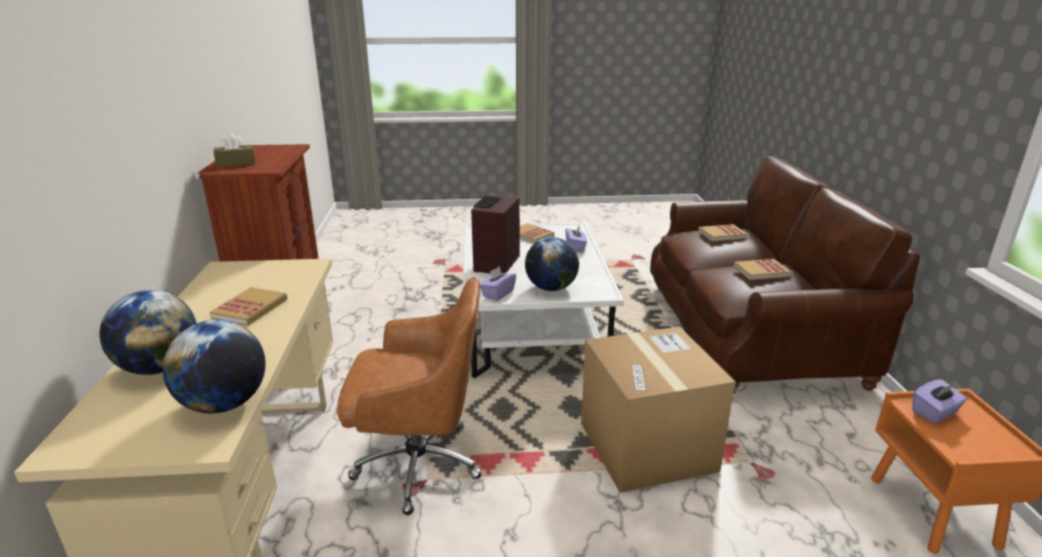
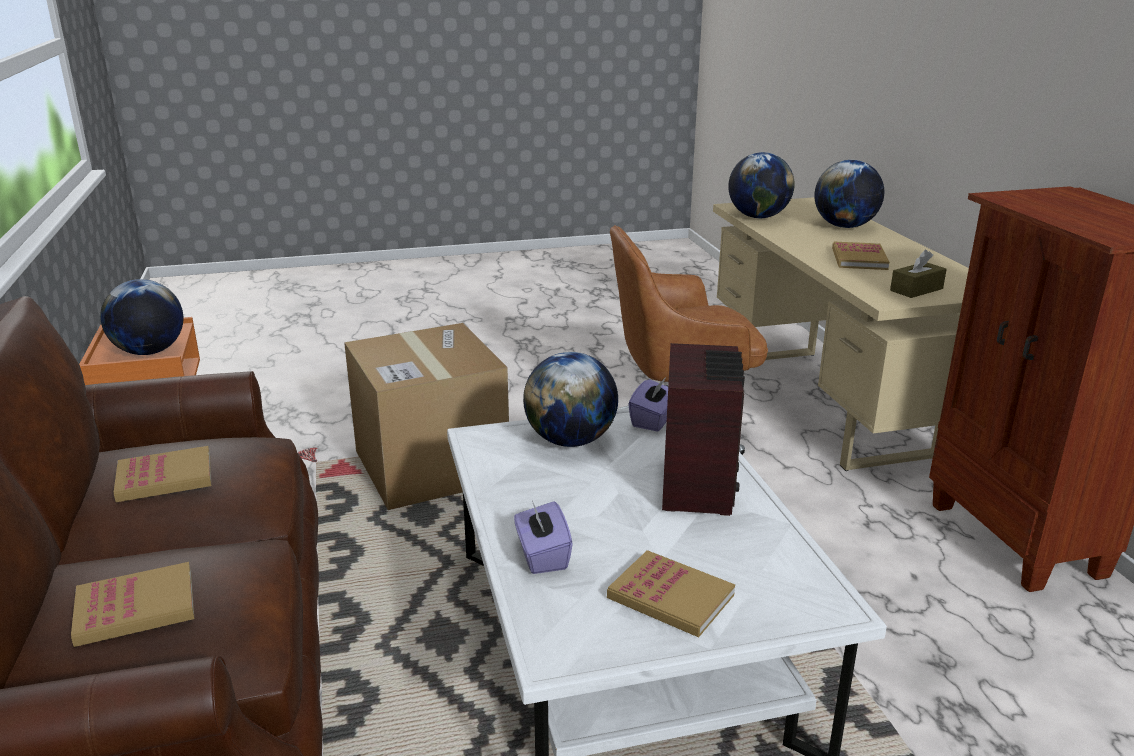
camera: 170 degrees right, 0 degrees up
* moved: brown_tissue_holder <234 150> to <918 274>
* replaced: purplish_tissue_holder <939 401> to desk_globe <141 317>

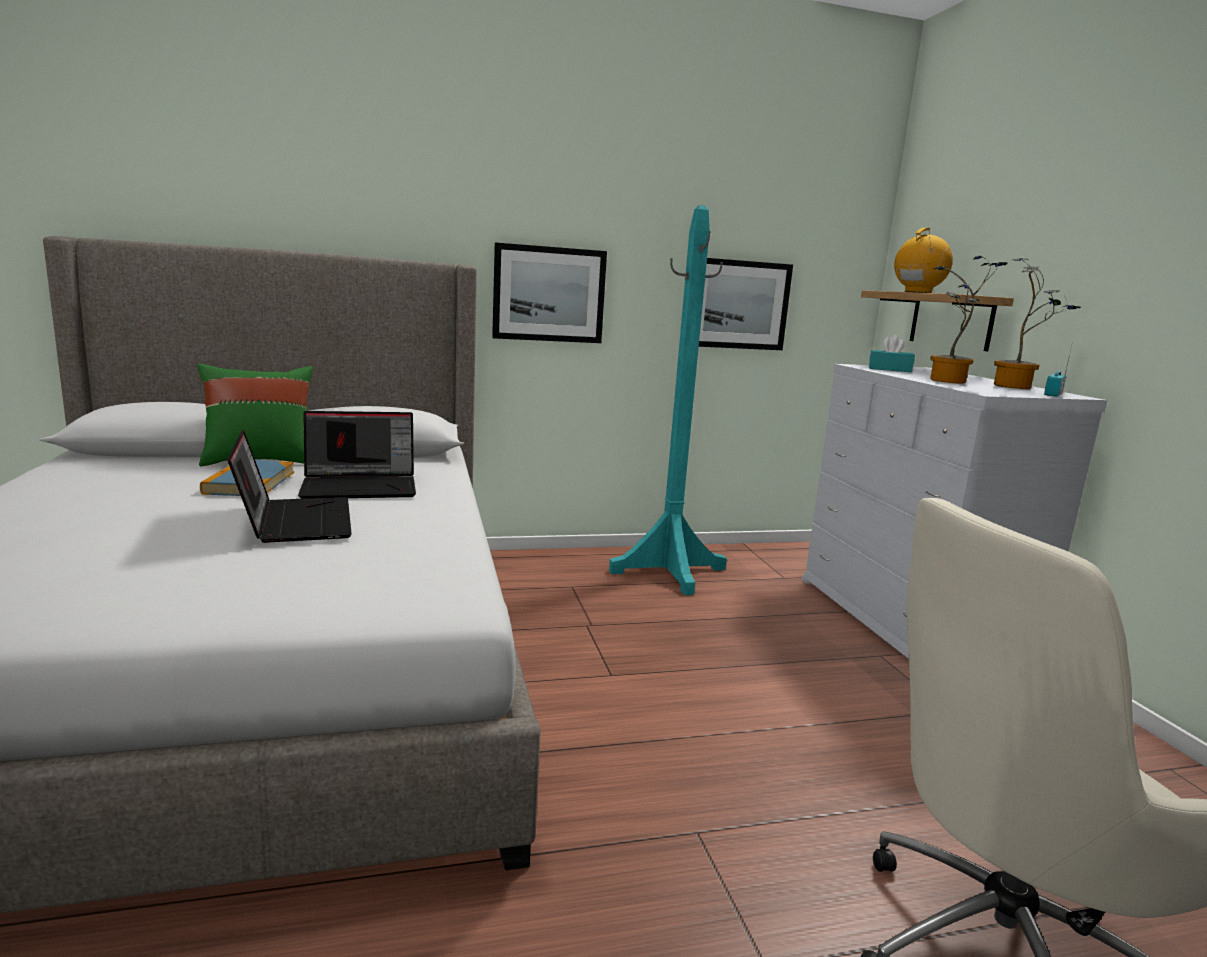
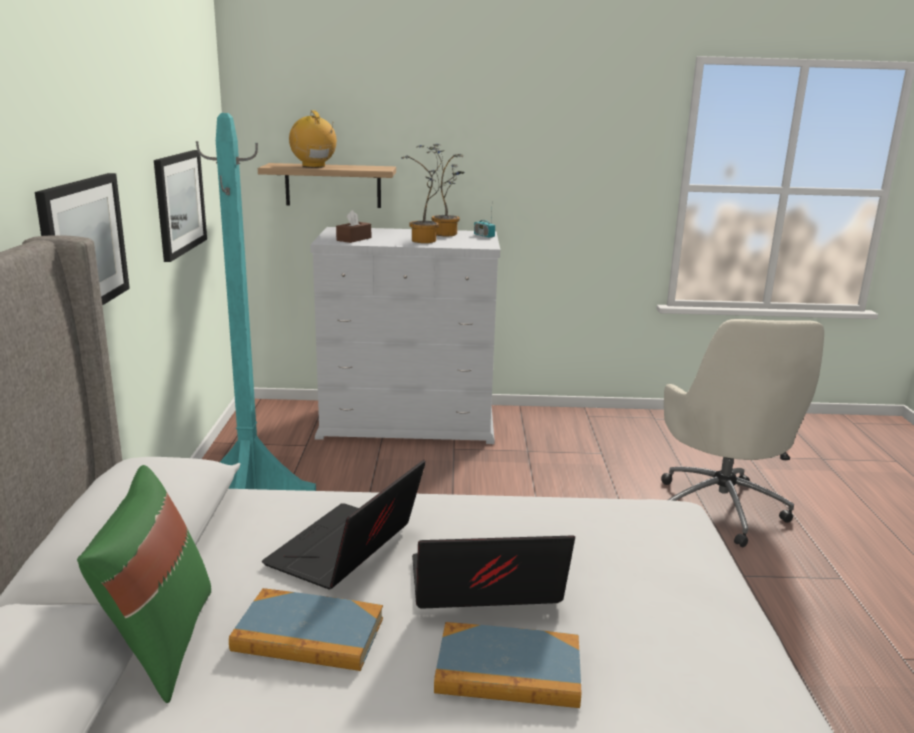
camera: 75 degrees left, 5 degrees up
* added: bound_book <507 665>
* recoloured: turquoise-coloured_tissue_holder <892 354> to brown_tissue_holder <353 226>
* turned: notebook_computer <357 455> = <344 524> 150 degrees counterclockwise

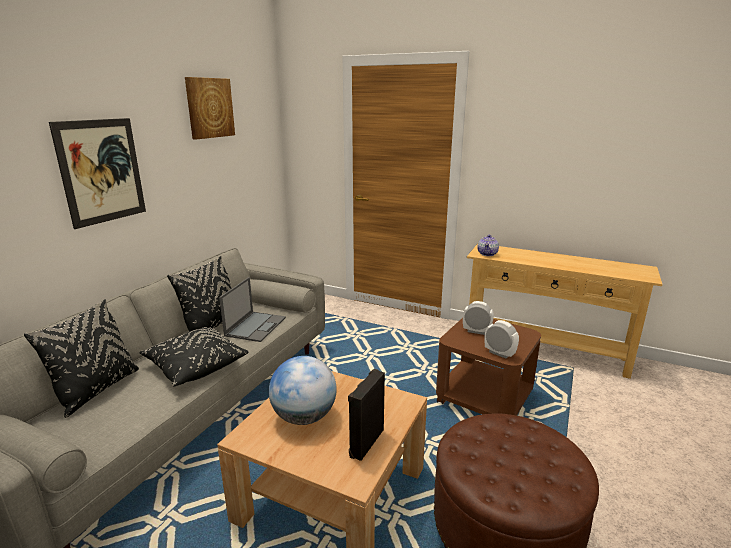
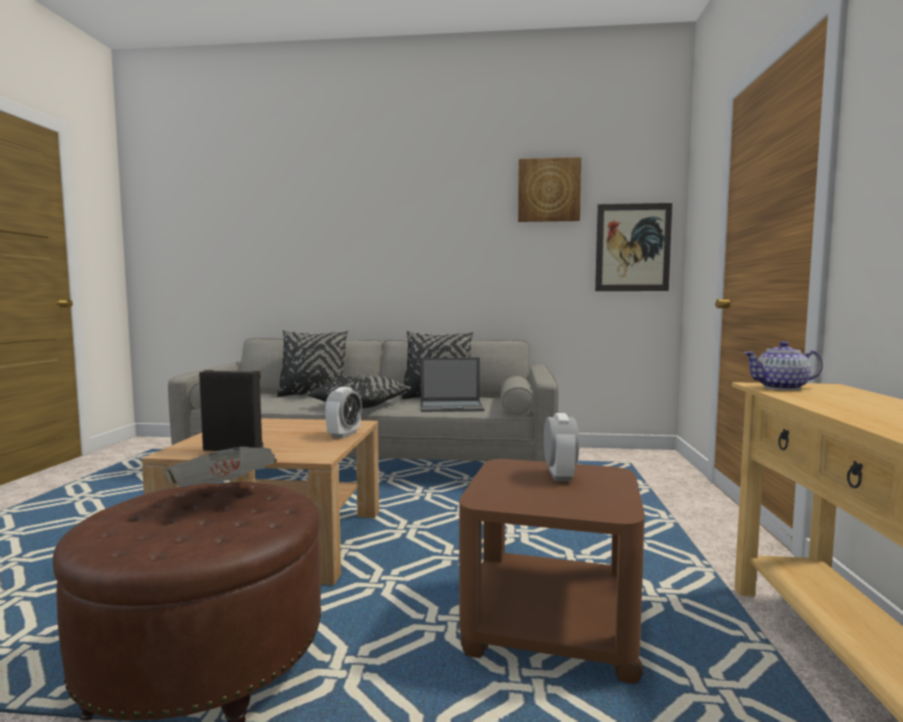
camera: 70 degrees right, 15 degrees down
* removed: desk_globe <303 390>
* added: newspaper <220 466>
* moved: picture <97 173> to <633 247>
* moved: alarm_clock <502 339> to <343 412>

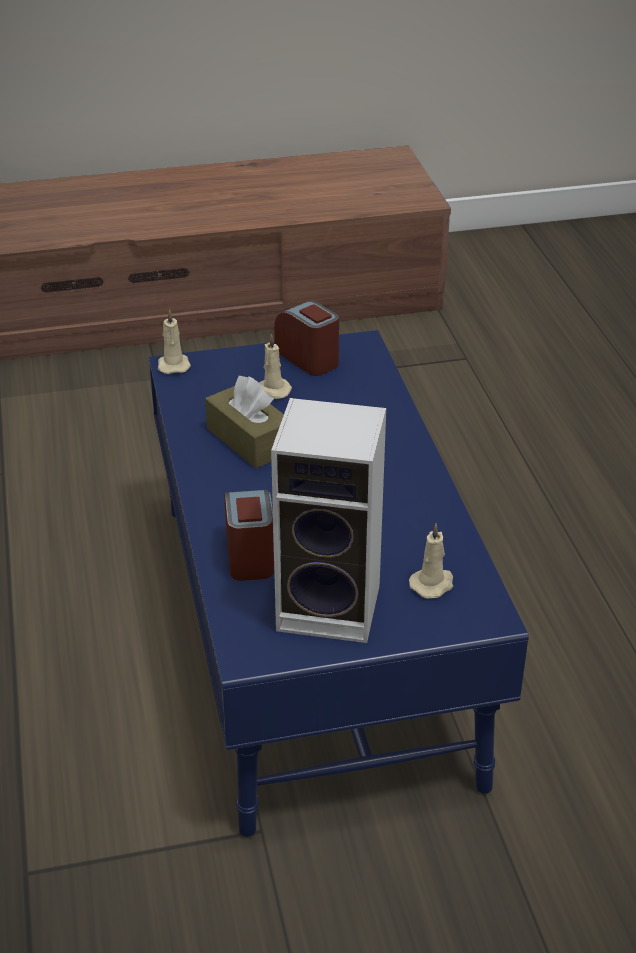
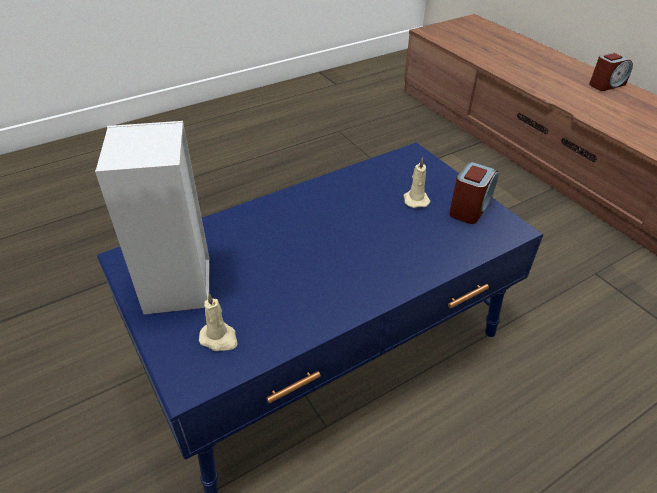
camera: 70 degrees right, 5 degrees up
* removed: beige-coloured_wax_candle <174 341>
* removed: brown_tissue_holder <244 422>
* moved: alarm_clock <249 535> to <611 72>

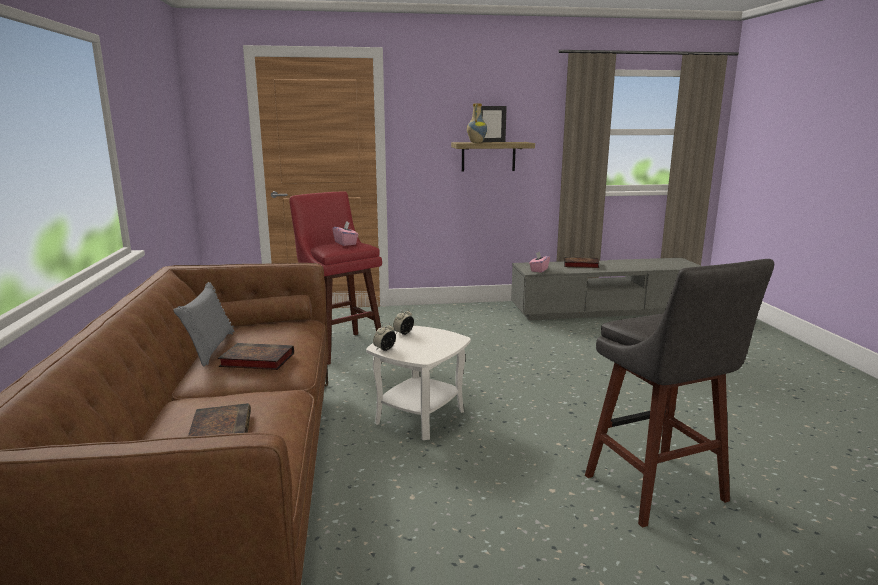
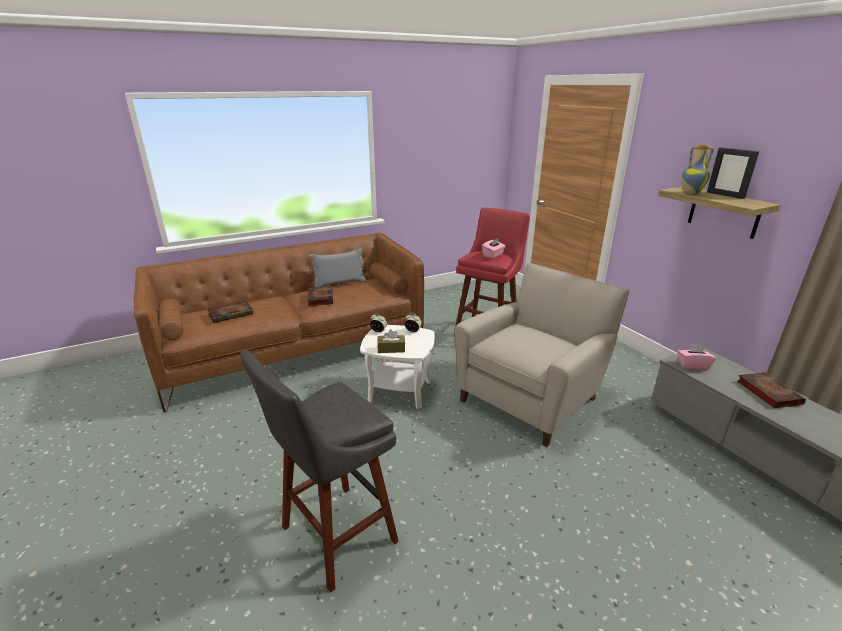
camera: 70 degrees right, 10 degrees up
* added: brown_tissue_holder <391 341>
* added: beige-coloured_lounge_chair <542 355>

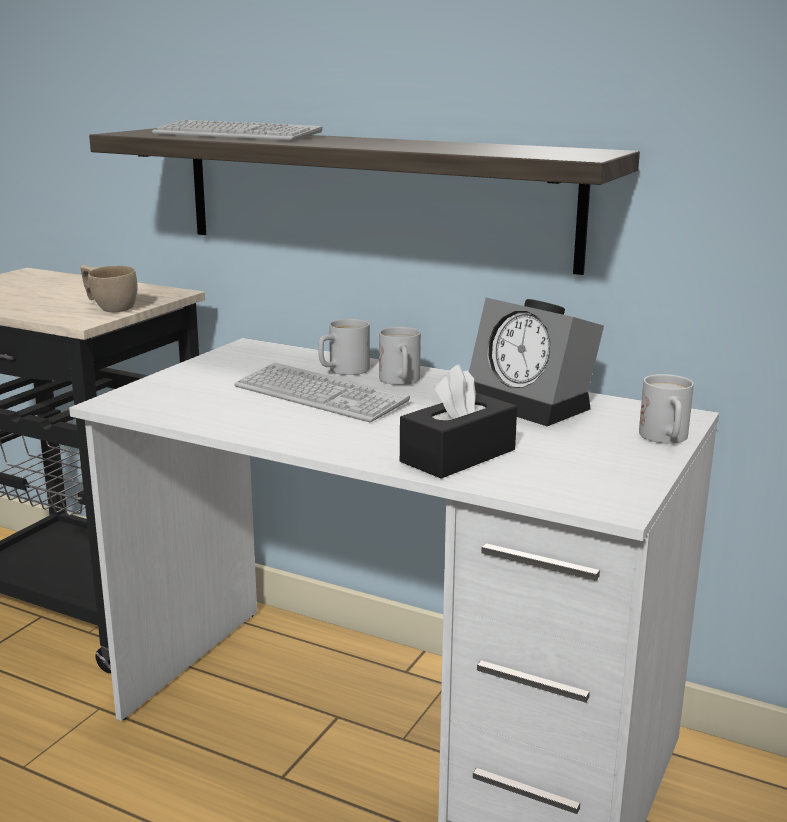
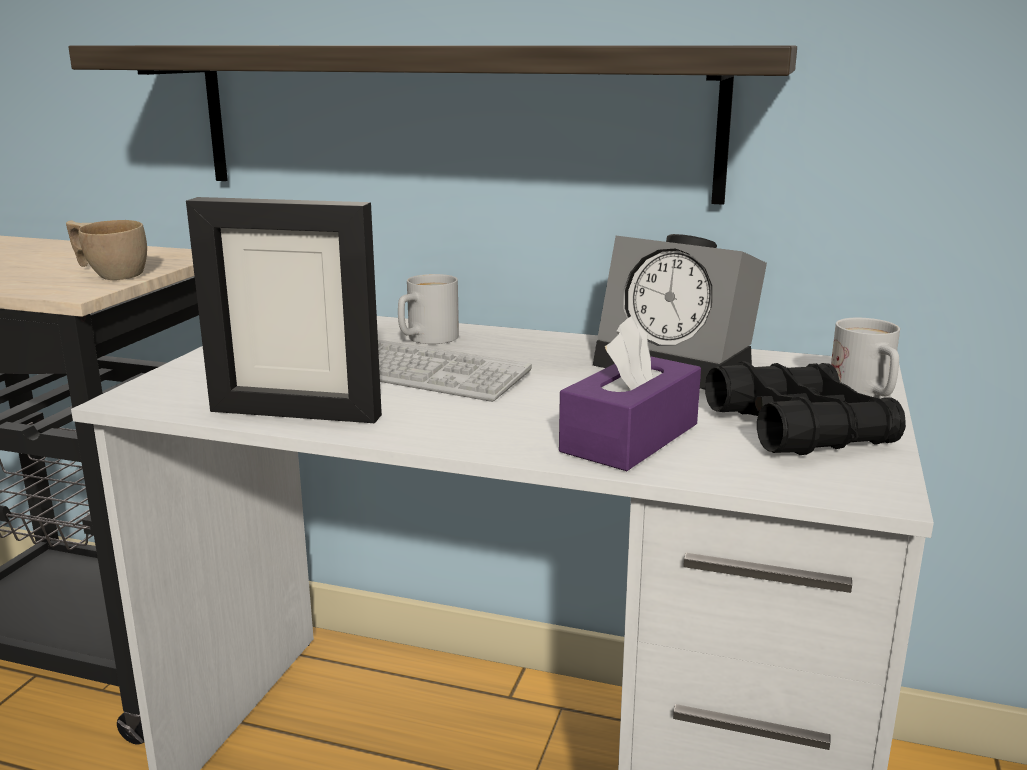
camera: 10 degrees left, 0 degrees up
* removed: PC_keyboard <237 130>
* removed: white_mug <400 356>
* added: standing_frame <284 310>
* added: blackish_binoculars <805 408>
* recoloured: blackish_tissue_holder <458 421> to purplish_tissue_holder <630 393>

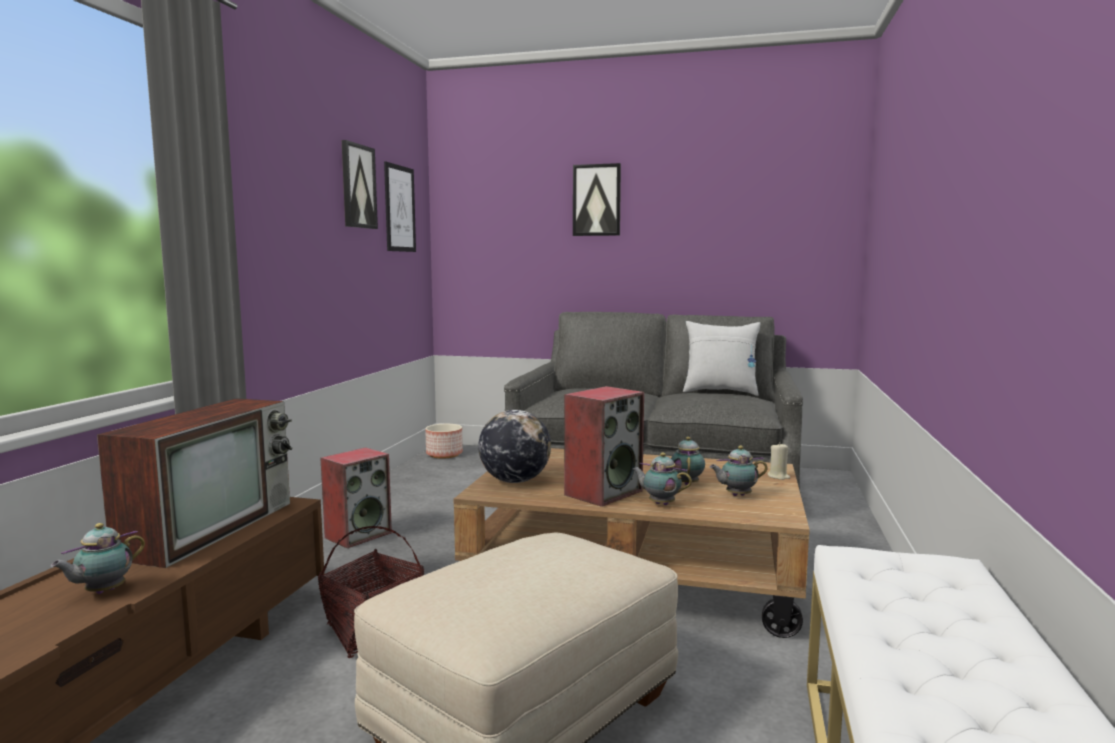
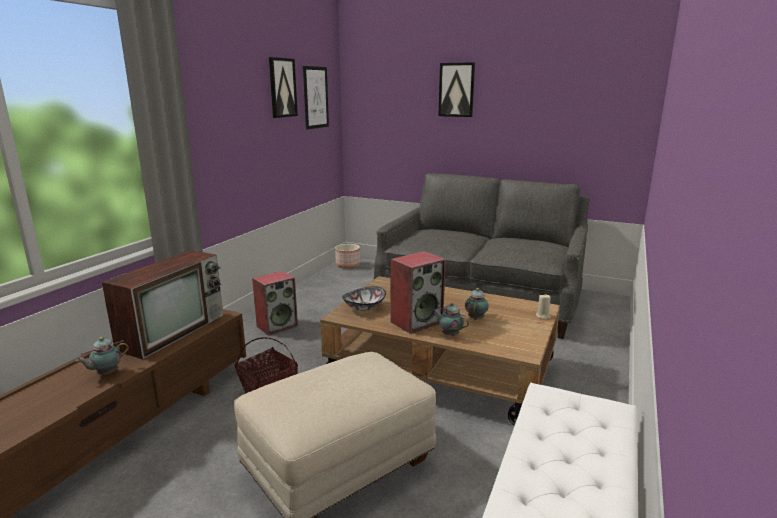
camera: 10 degrees right, 10 degrees up
* removed: gray_cushion <721 358>
* removed: tea_pot <738 471>
* replaced: desk_globe <514 446> to deep_dish <364 298>

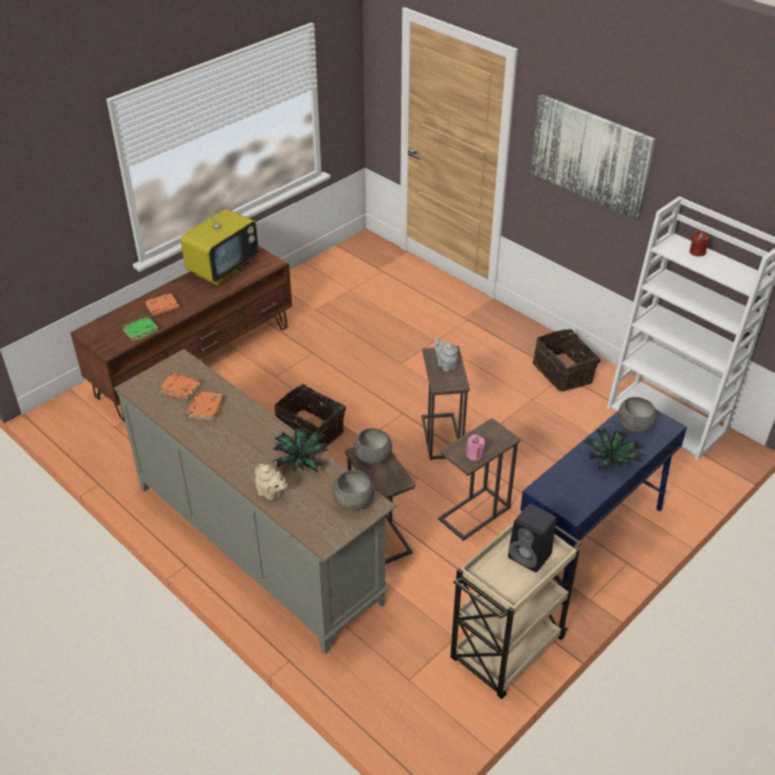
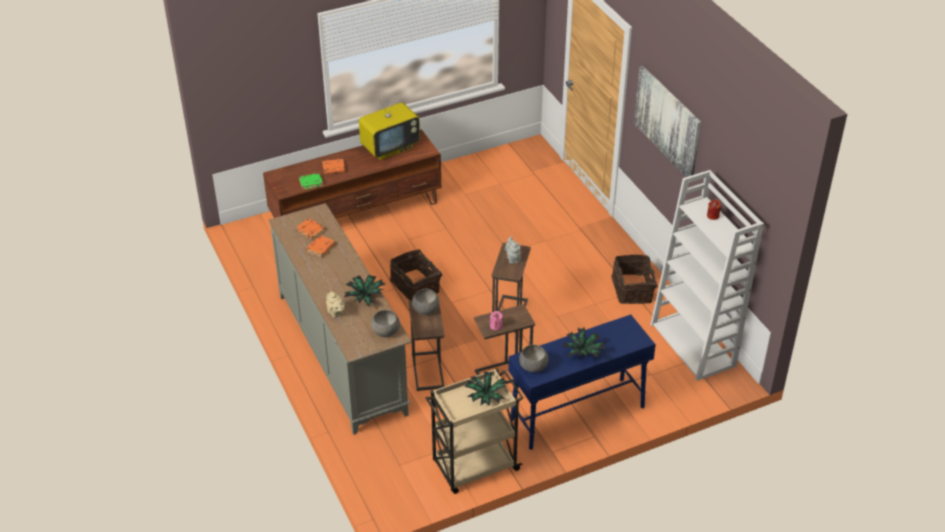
camera: 20 degrees right, 0 degrees up
* moved: gray_deep_dish <637 414> to <533 358>
* replaced: blackish_loudspeaker <532 538> to potted_plant <486 388>

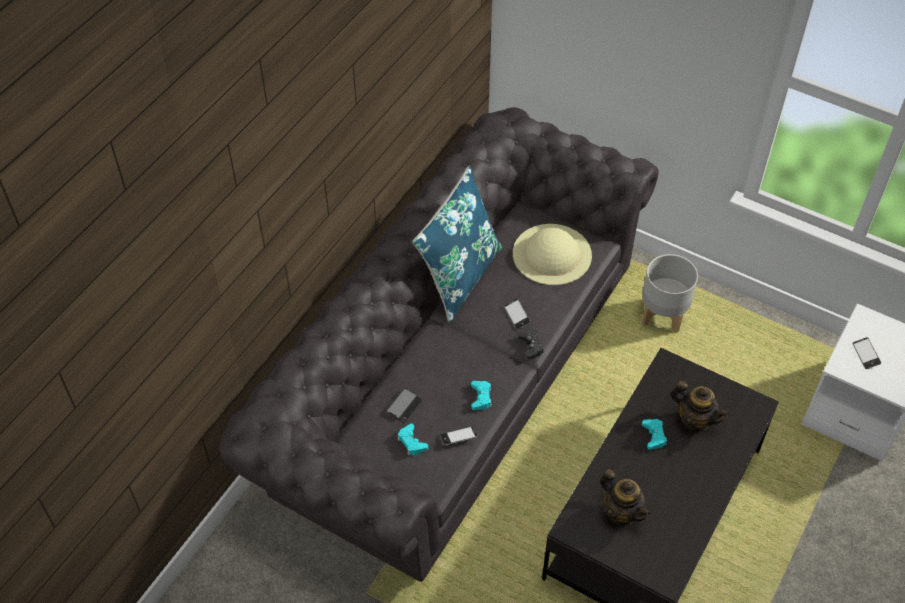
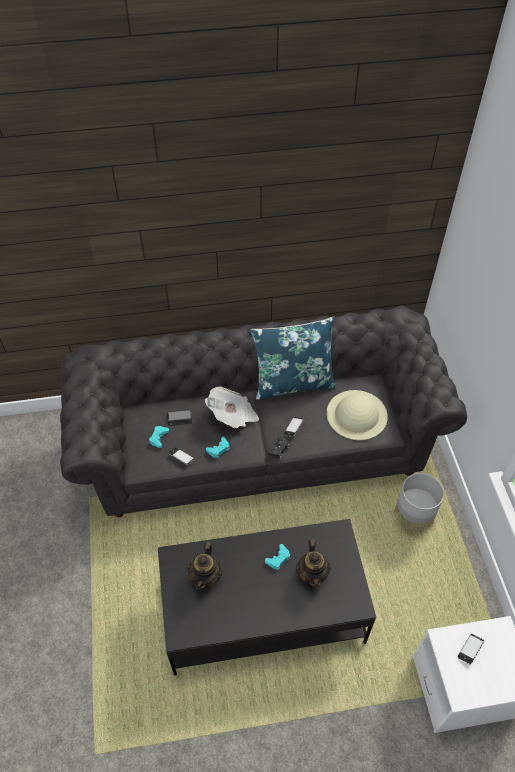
camera: 50 degrees right, 0 degrees up
* added: newspaper <232 407>

